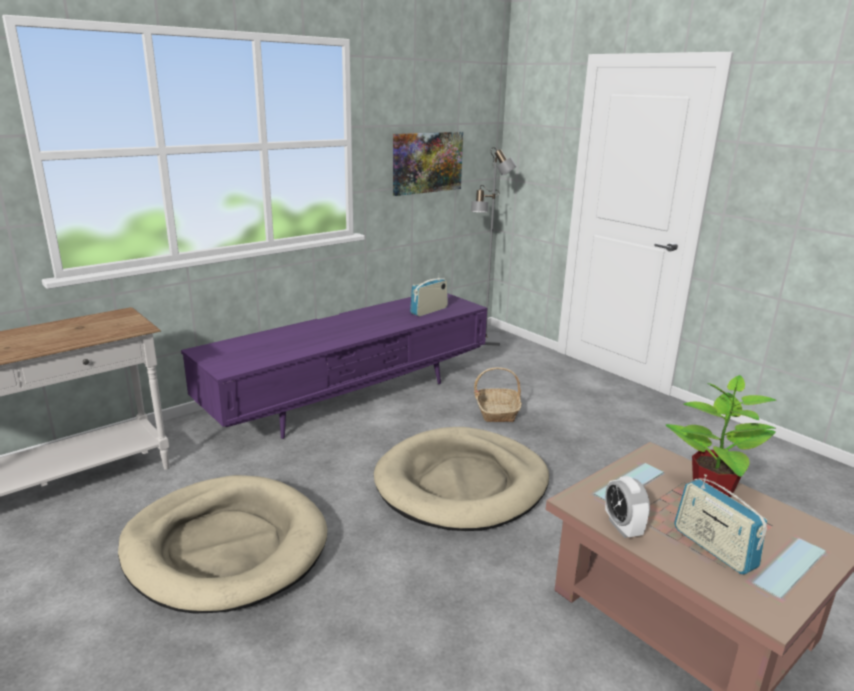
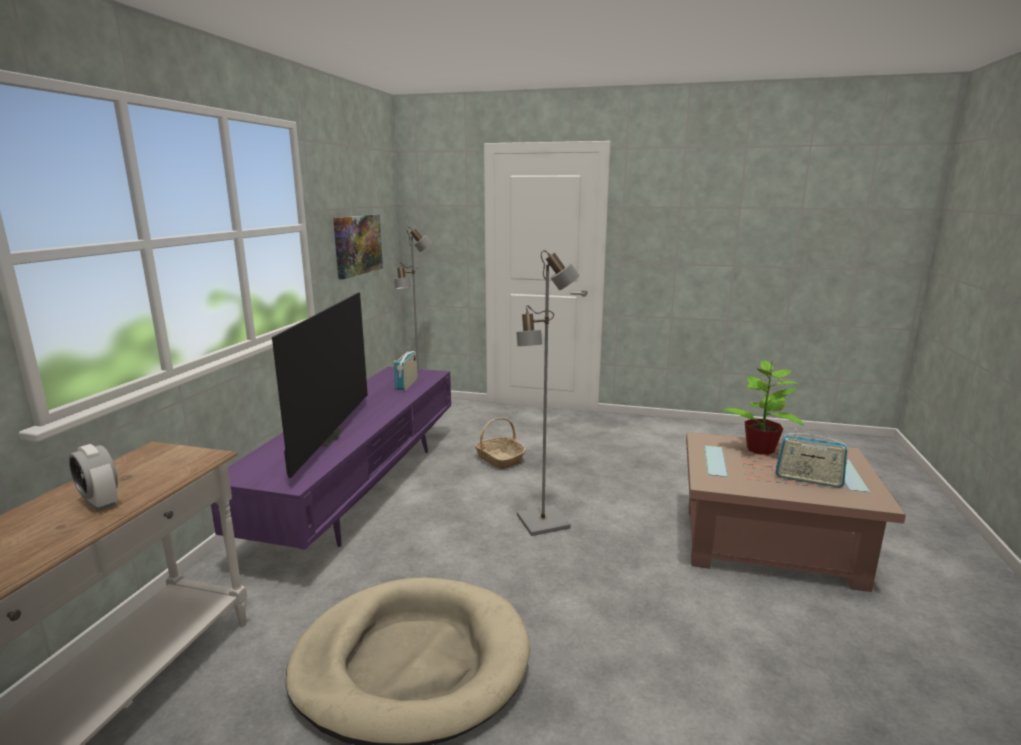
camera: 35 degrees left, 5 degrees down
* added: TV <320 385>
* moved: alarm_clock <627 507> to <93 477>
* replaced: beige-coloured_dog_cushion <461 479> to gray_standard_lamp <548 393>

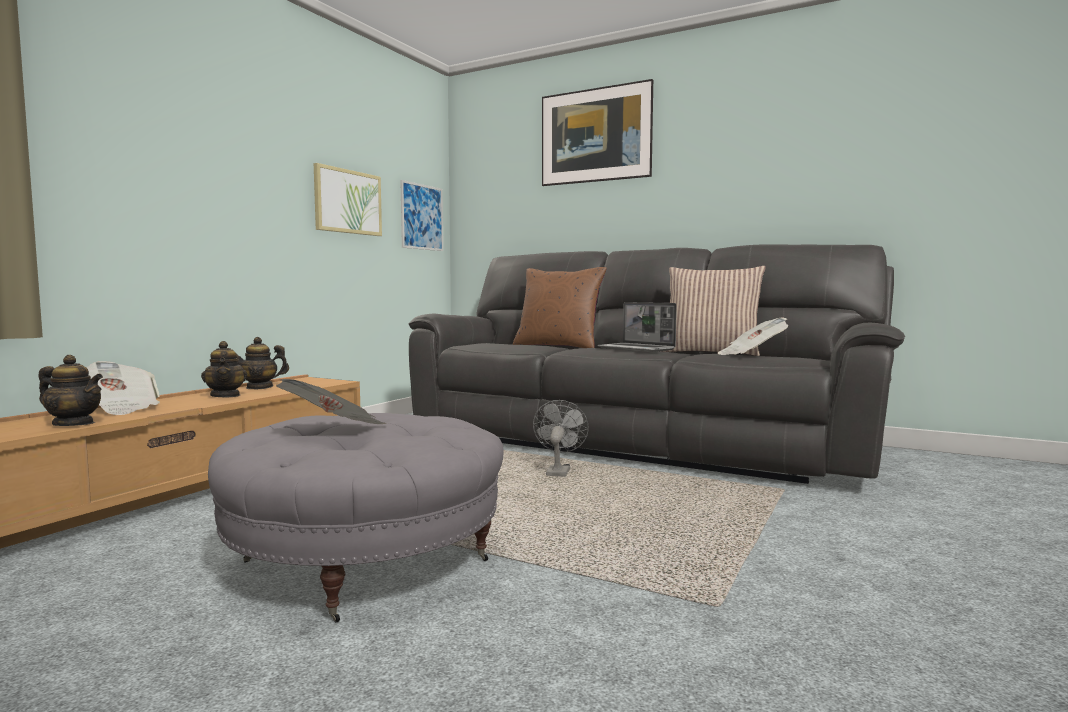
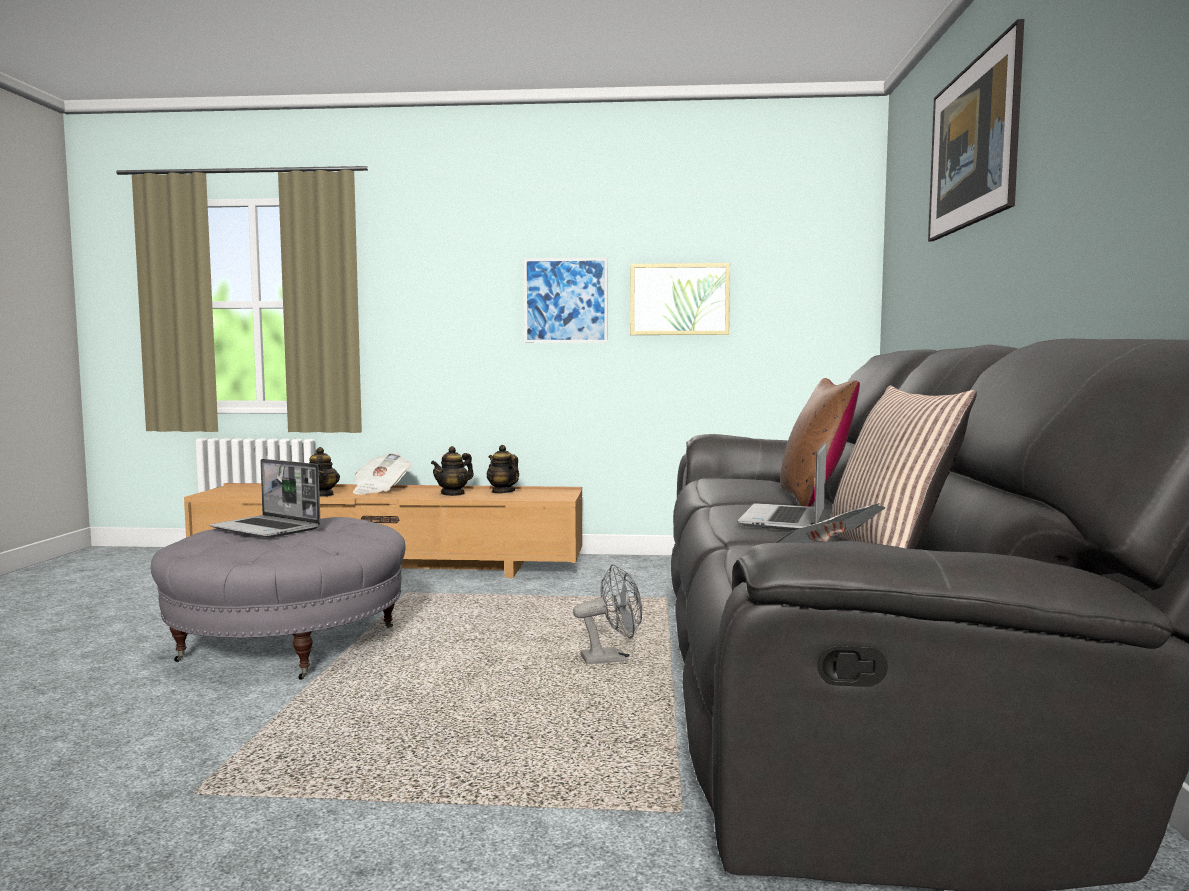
camera: 65 degrees right, 0 degrees up
* moved: picture <421 215> to <566 300>
* replaced: newspaper <331 401> to notebook_computer <265 498>

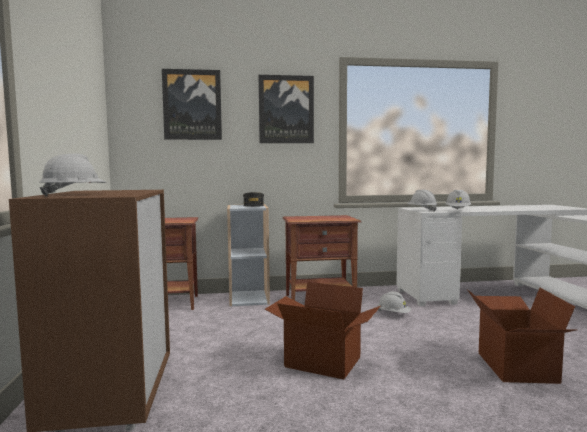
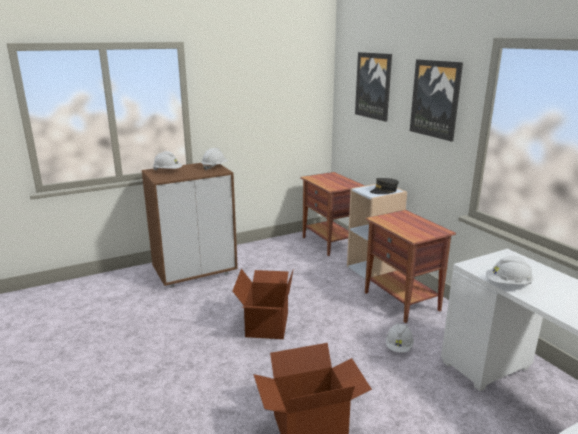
camera: 70 degrees right, 15 degrees up
* moved: white_work_helmet <422 201> to <214 159>

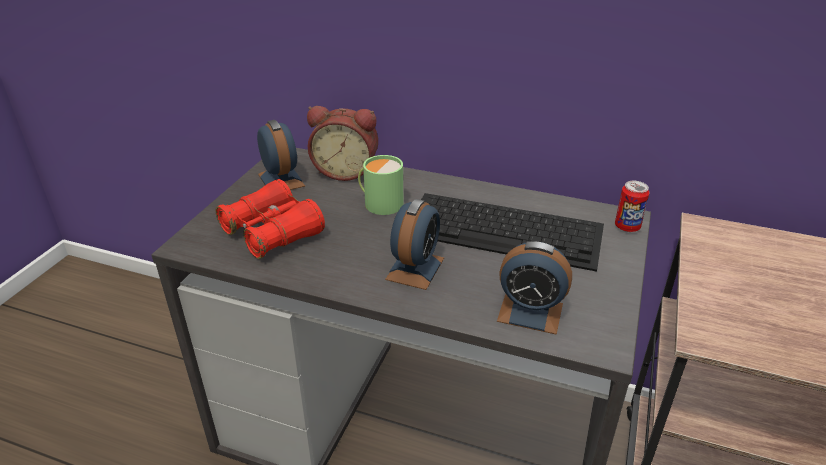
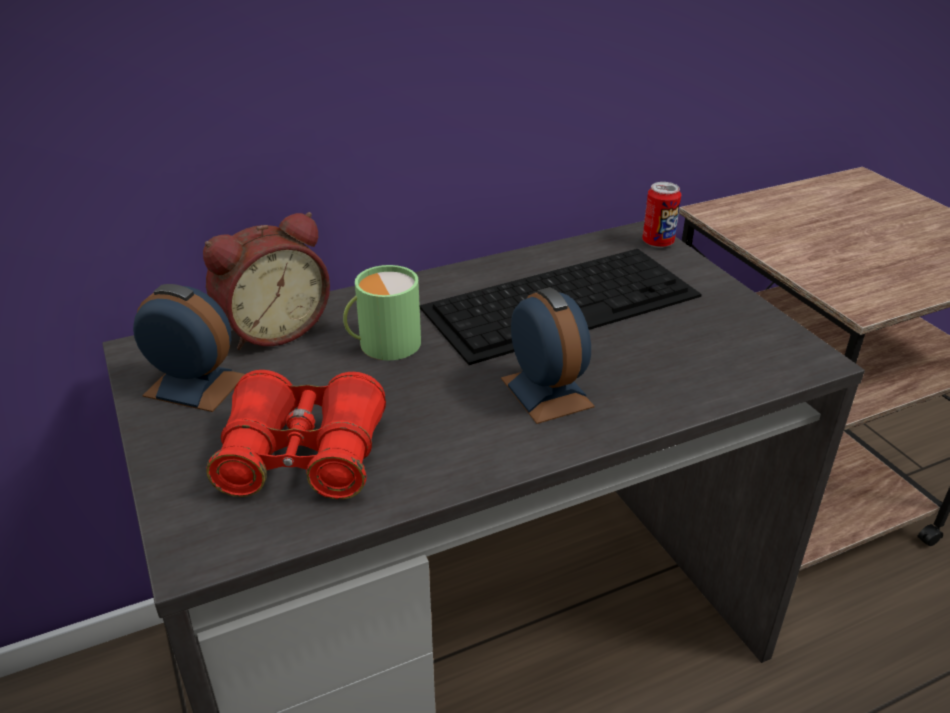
camera: 45 degrees left, 0 degrees up
* removed: alarm_clock <534 288>

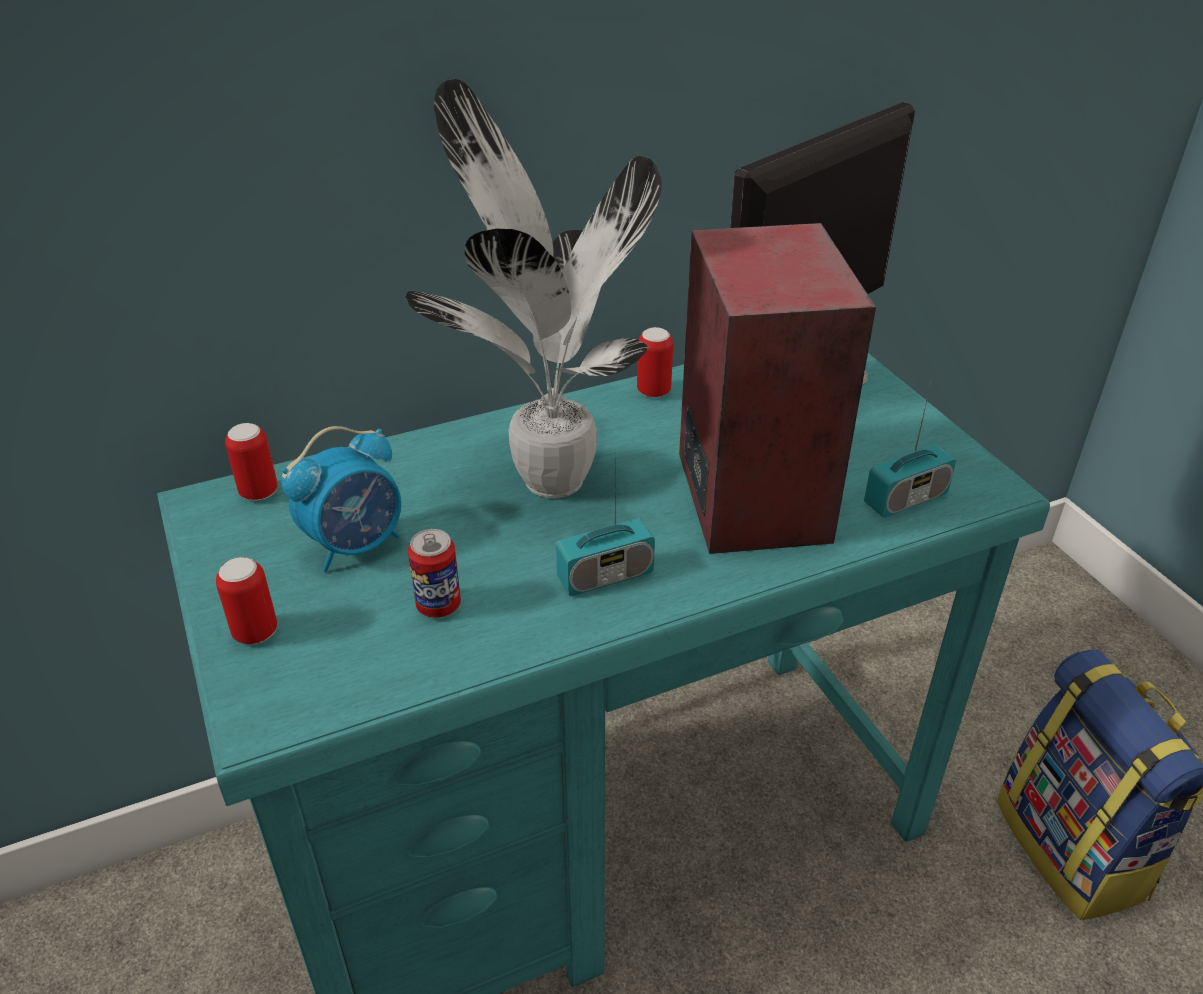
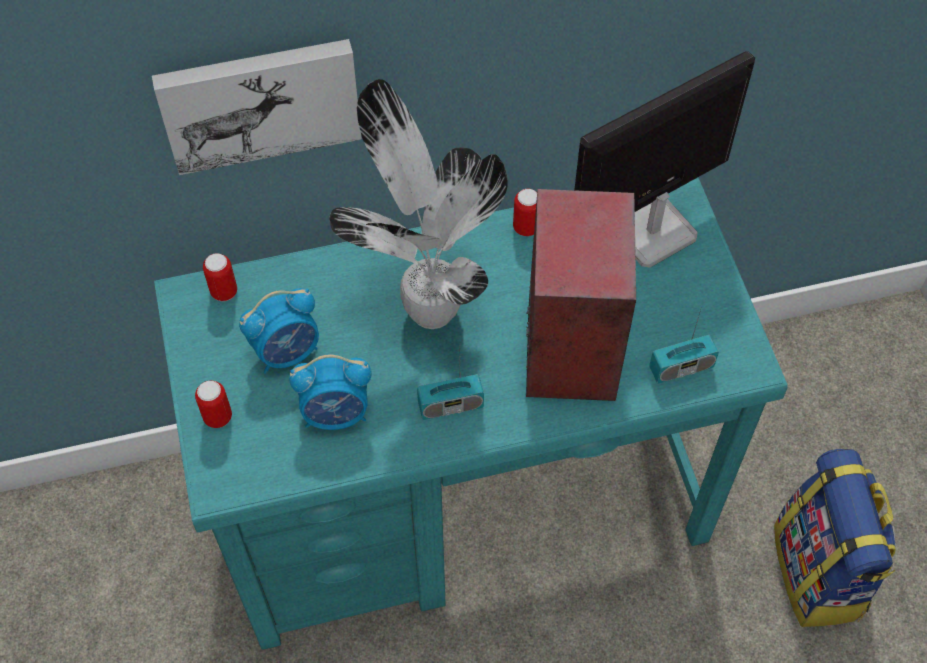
camera: 10 degrees right, 20 degrees up
* added: picture <257 107>
* replaced: can <434 573> to alarm_clock <330 392>

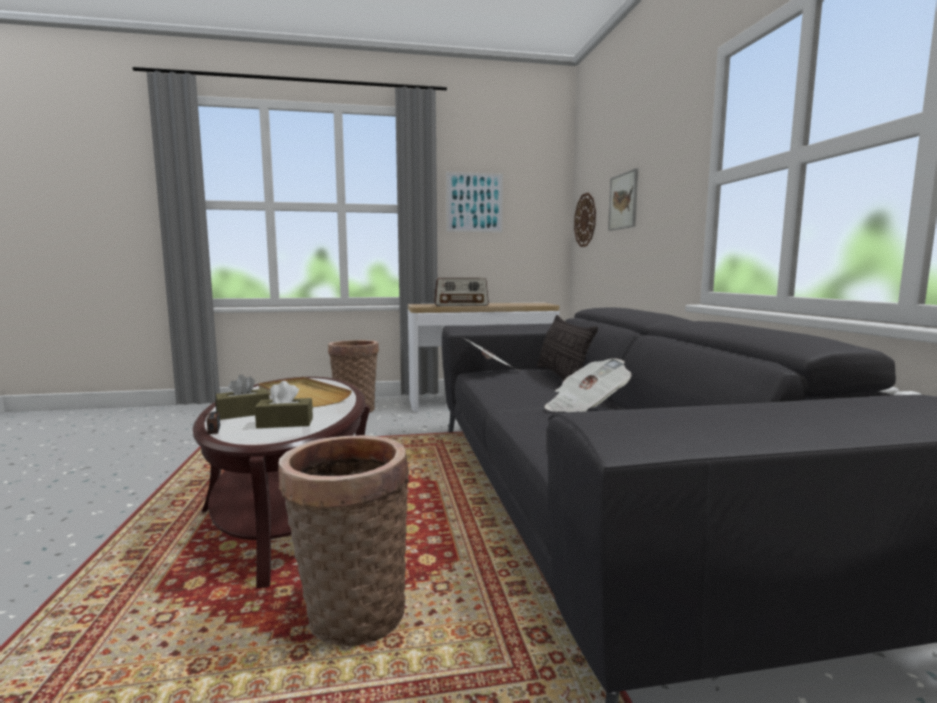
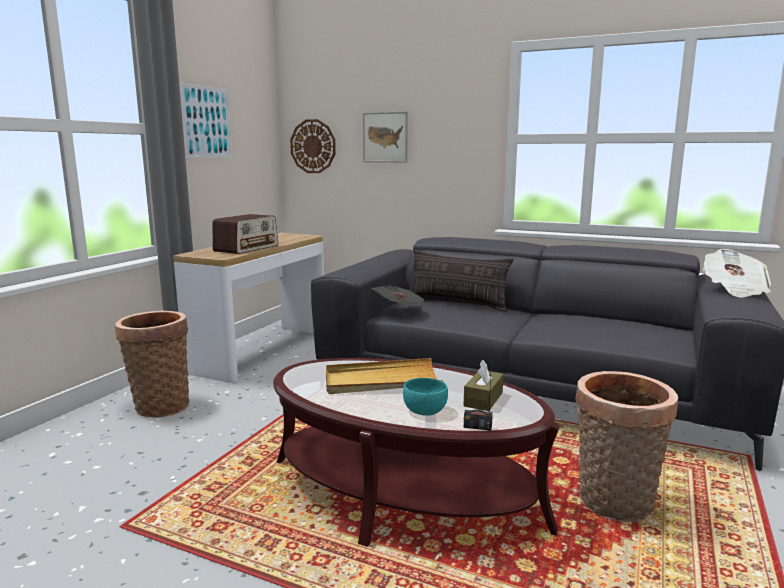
camera: 55 degrees left, 5 degrees up
* moved: newspaper <588 385> to <737 273>
* replaced: brown_tissue_holder <242 397> to turquoise-coloured_deep_dish <425 397>

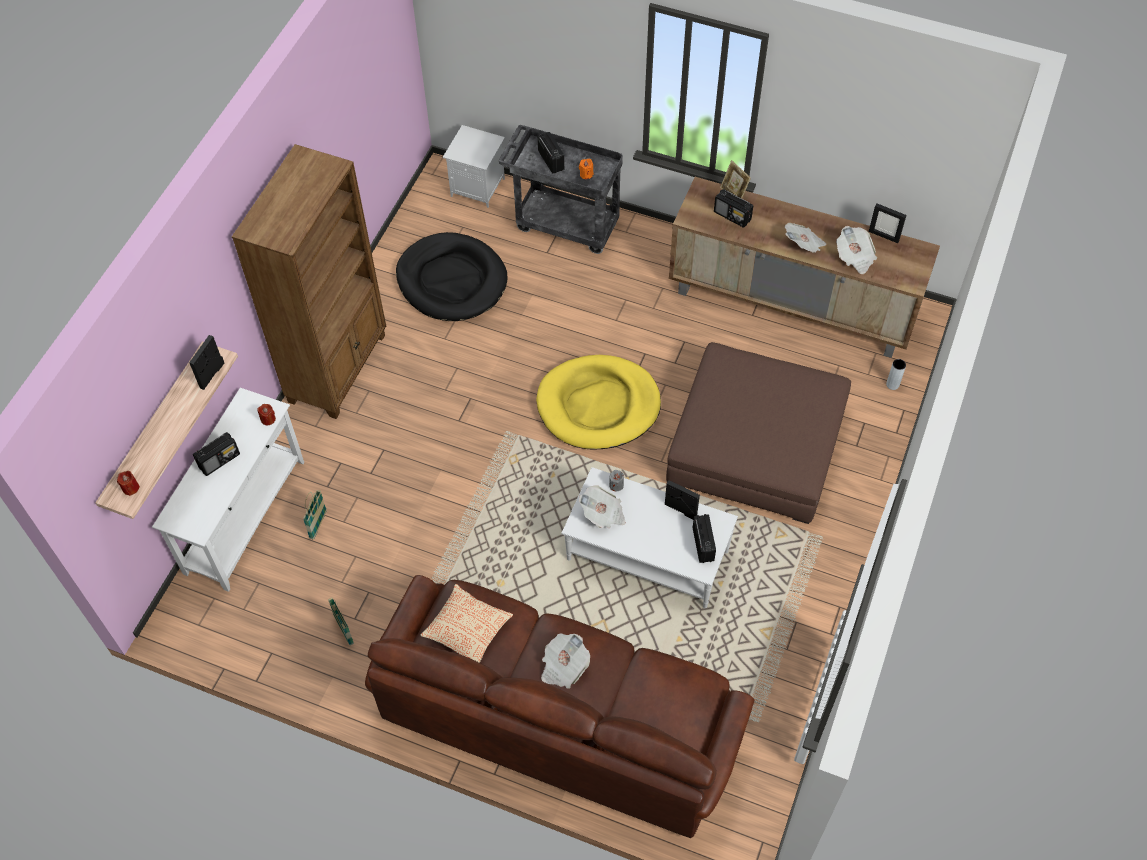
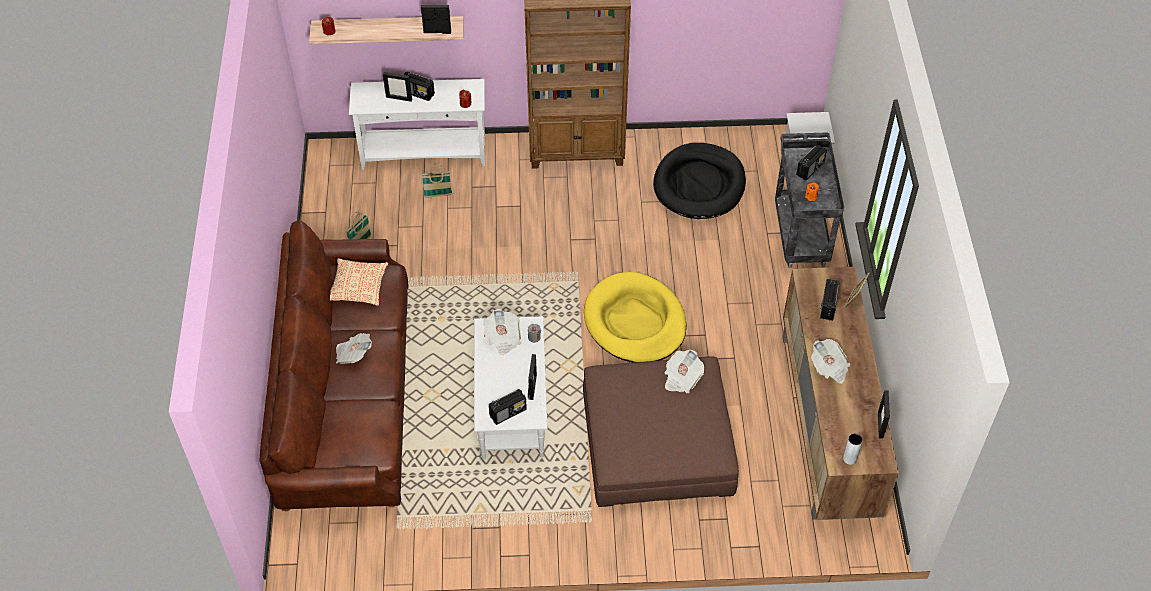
camera: 65 degrees right, 5 degrees down
* added: standing_frame <397 87>
* moved: newspaper <856 250> to <684 371>
* moved: gray_decorative_vase <896 374> to <853 449>

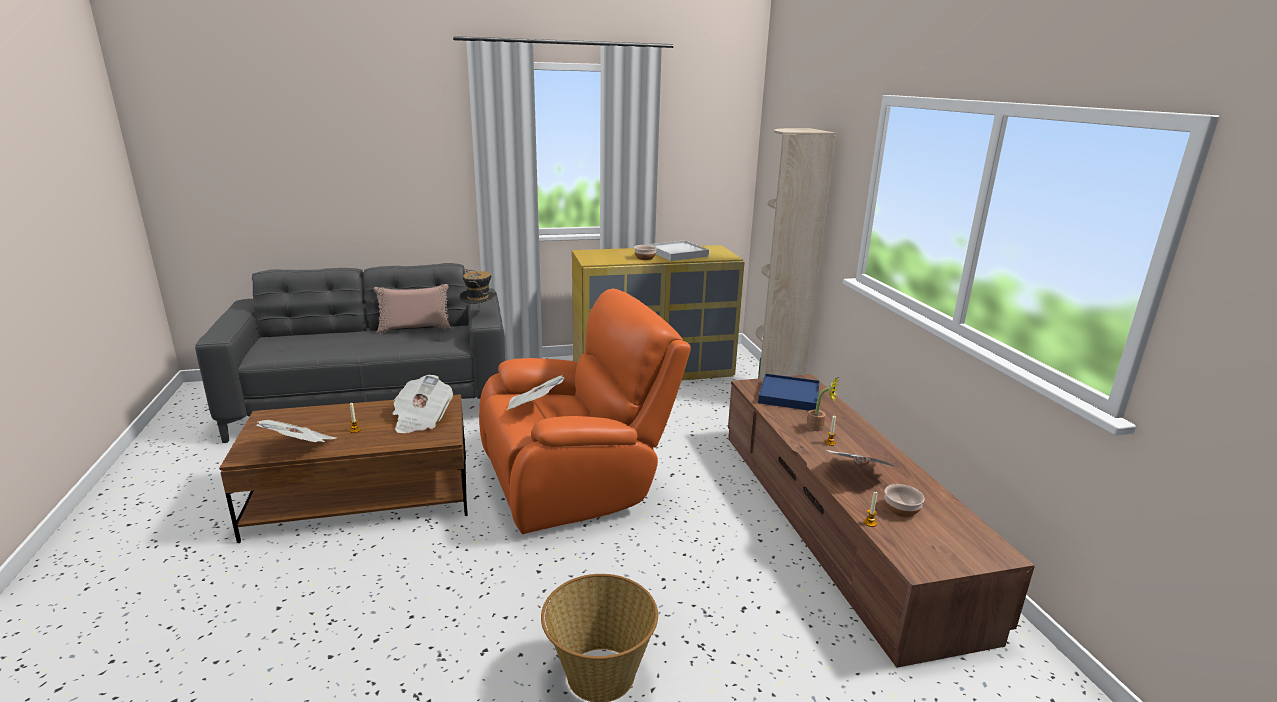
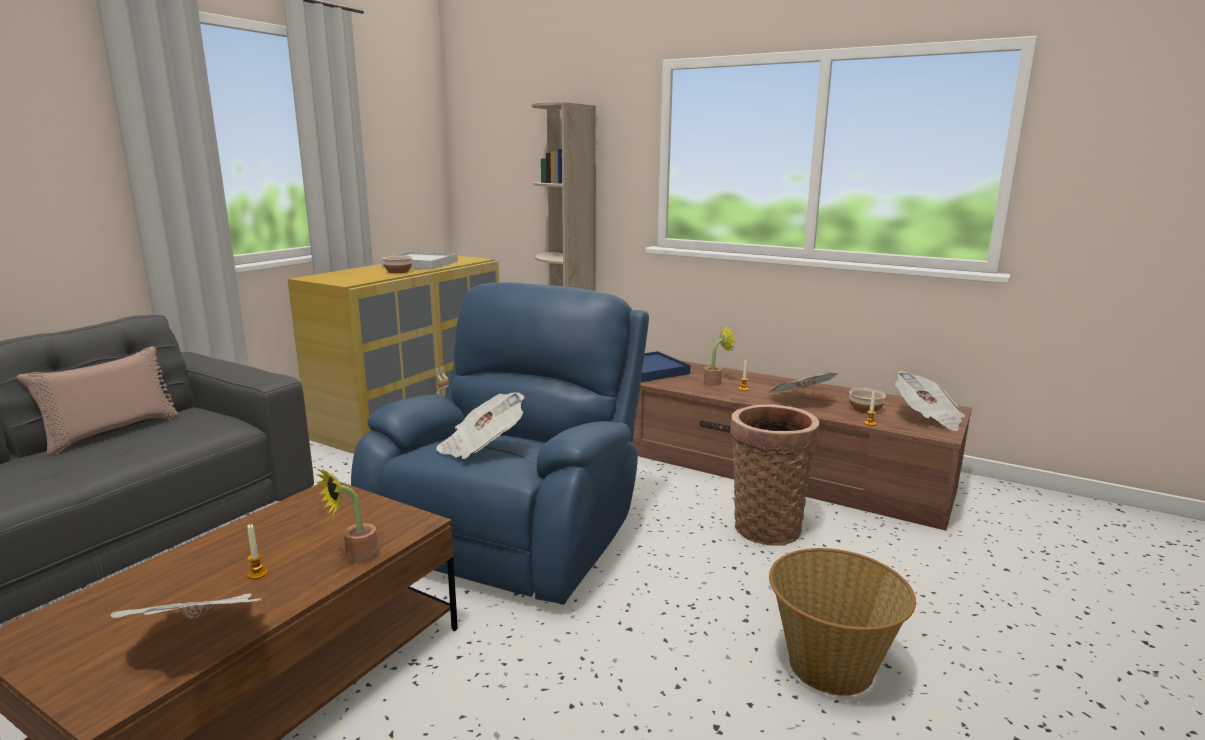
camera: 45 degrees left, 5 degrees down
* removed: wearable_hat <478 289>
* added: potted_plant <347 516>
* added: storage_basket <774 475>
* moved: newspaper <422 404> to <930 401>
* recoloured: orange_lounge_chair <585 411> to blue_lounge_chair <500 443>

